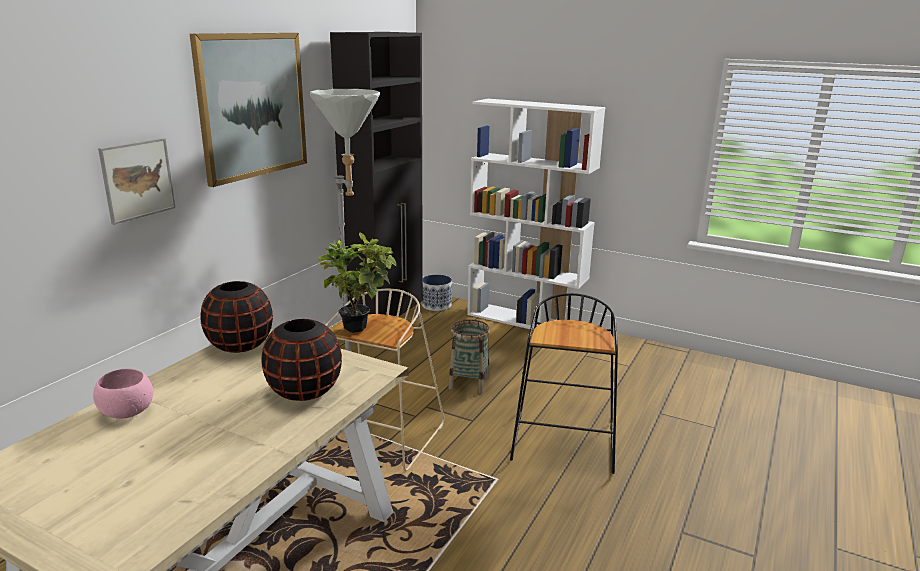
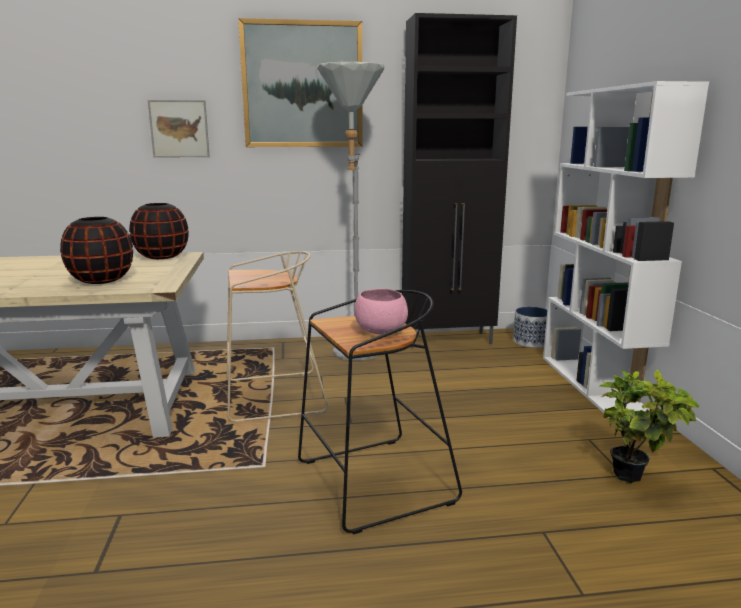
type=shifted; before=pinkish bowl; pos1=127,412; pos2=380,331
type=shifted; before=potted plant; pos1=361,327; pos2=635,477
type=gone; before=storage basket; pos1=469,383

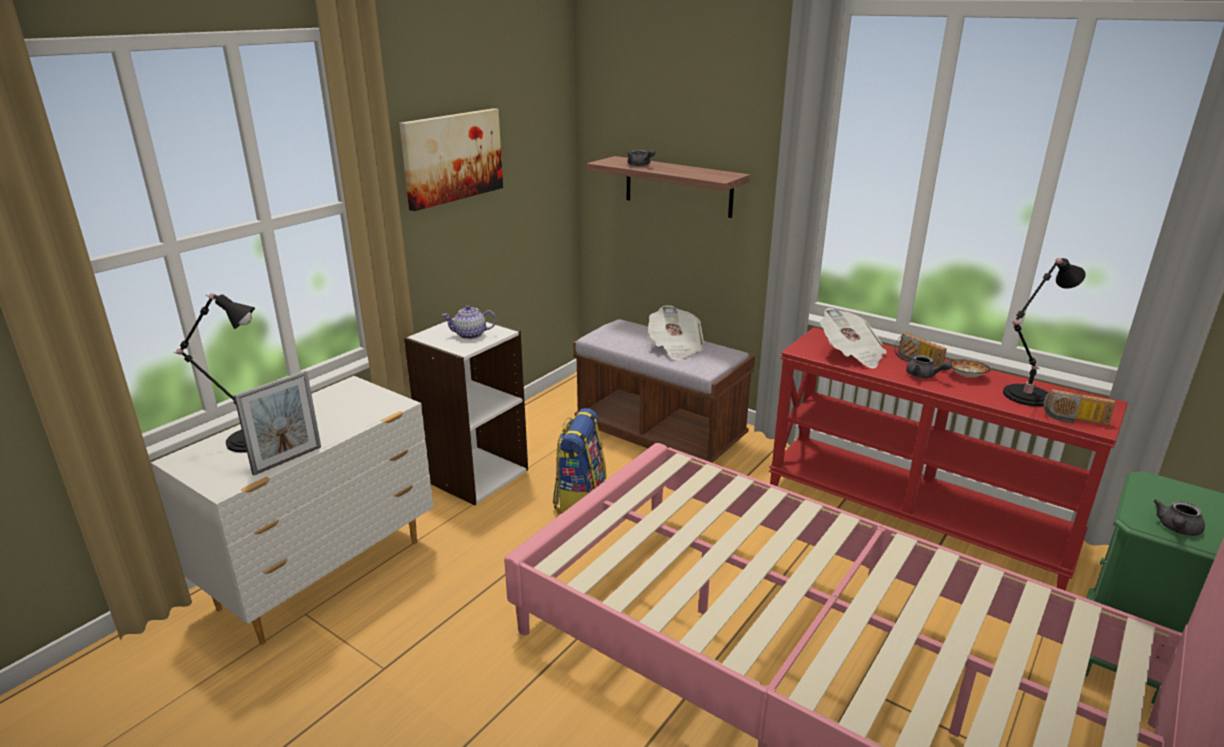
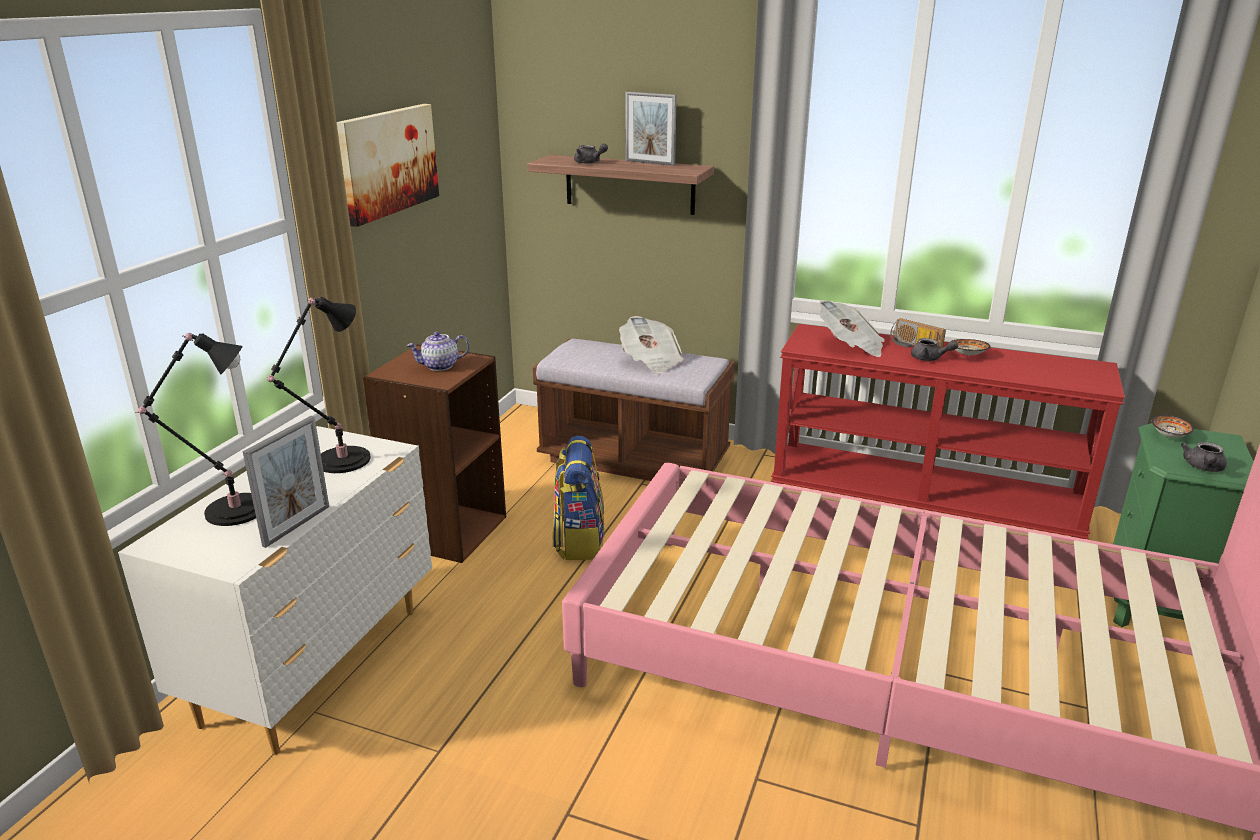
type=shifted; before=black tabletop lamp; pos1=1024,396; pos2=338,462
type=repainted; before=whitish shelving unit; after=brown-coloured shelving unit; pos1=474,474; pos2=446,530
type=new; after=standing frame; pos2=650,163
type=new; after=bowl; pos2=1168,436
type=gone; before=radio set; pos1=1074,420

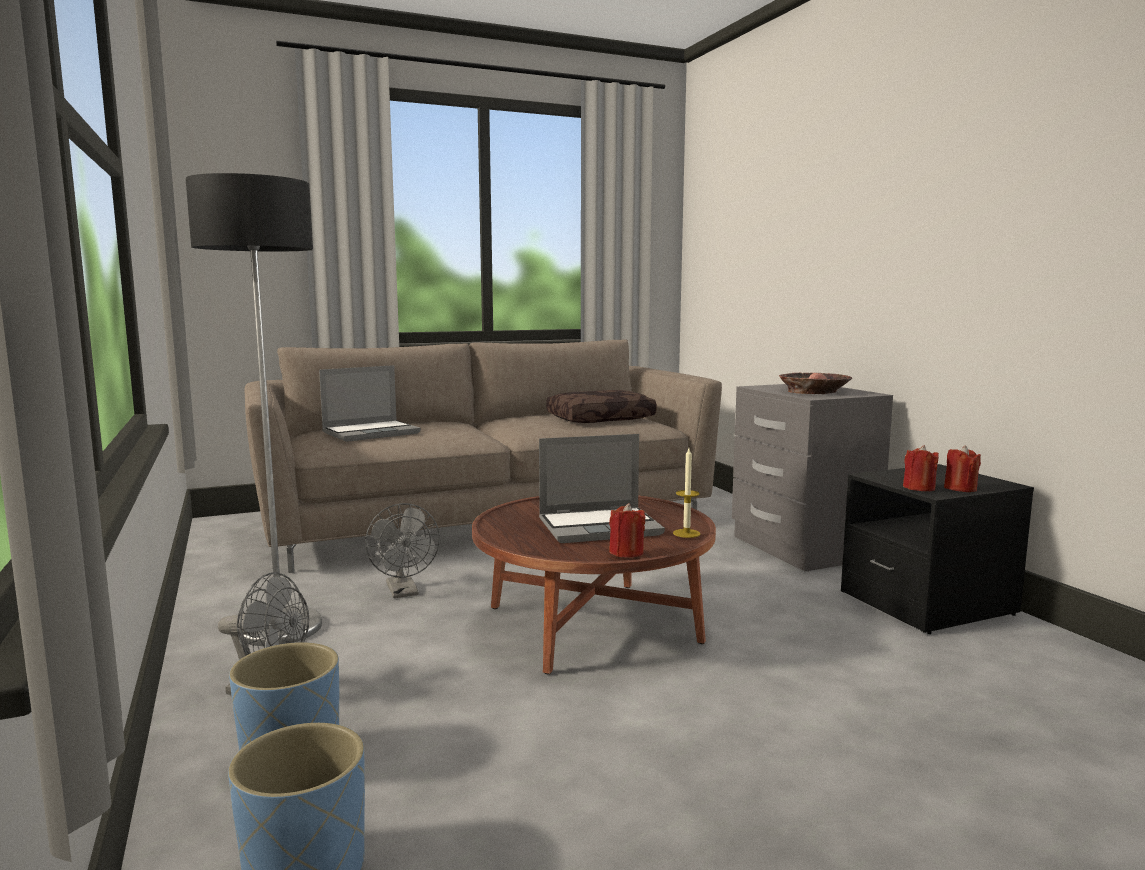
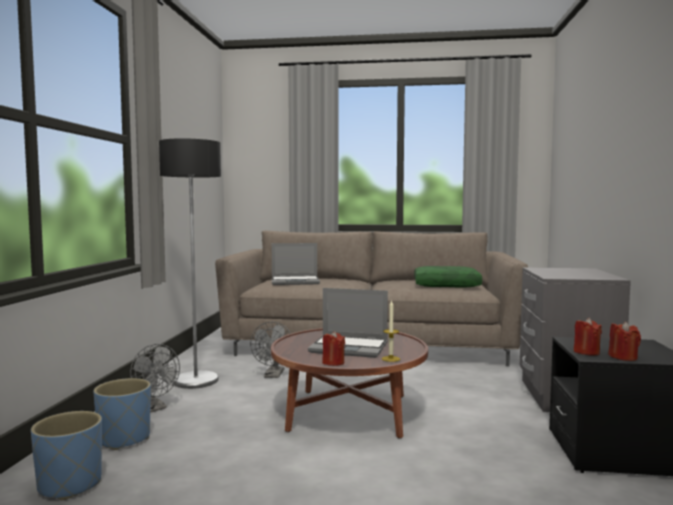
type=repainted; before=brown-coloured cushion; after=greenish cushion; pos1=600,418; pos2=446,285
type=gone; before=bowl; pos1=814,391

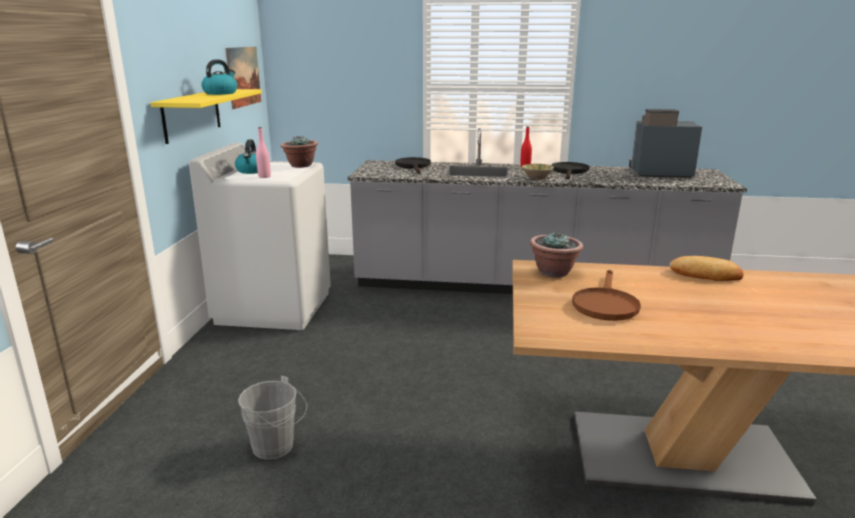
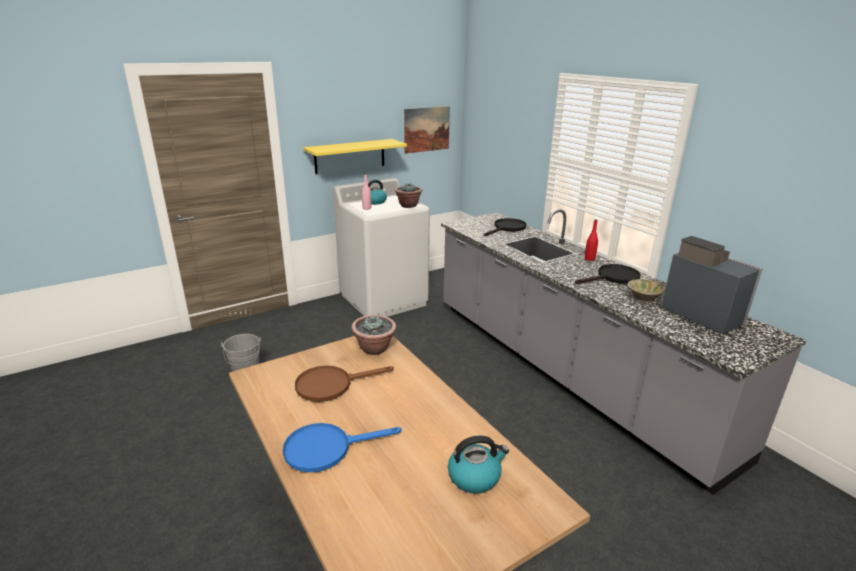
type=new; after=blue-coloured pan; pos2=327,448
type=shifted; before=kettle; pos1=220,93; pos2=475,476
type=shifted; before=beige bowl; pos1=536,177; pos2=644,297
type=gone; before=baked bread; pos1=705,274

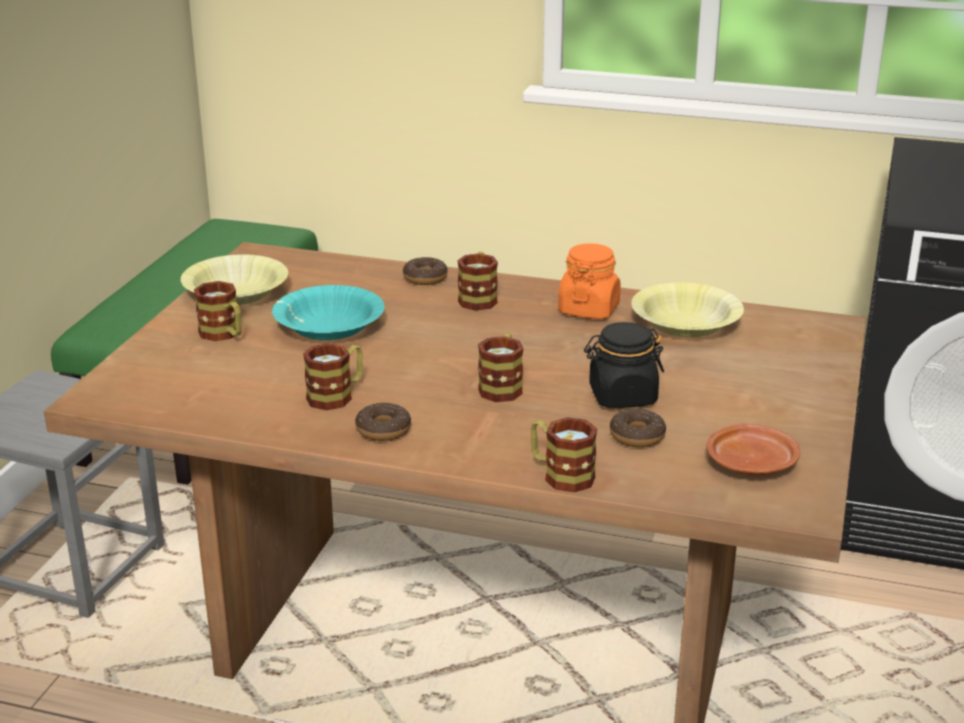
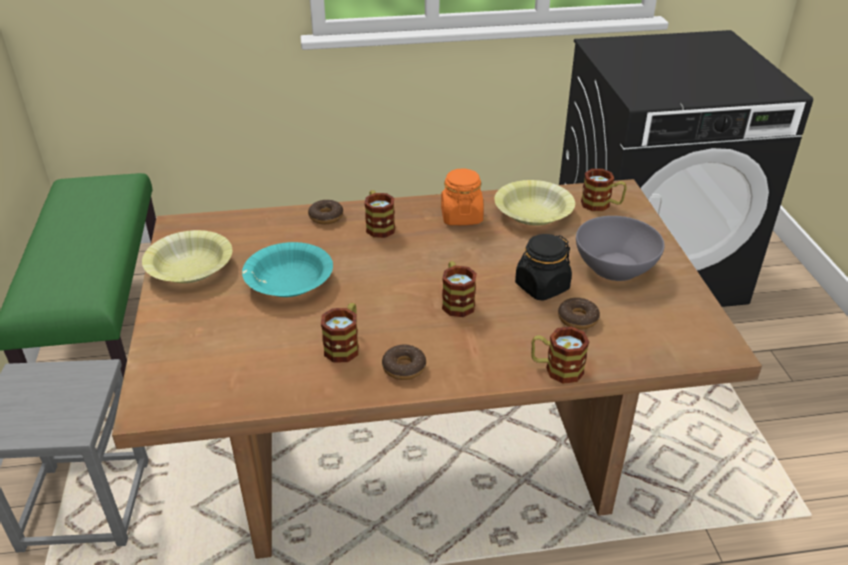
type=new; after=grey bowl; pos2=615,267
type=shifted; before=mug; pos1=224,335; pos2=601,205
type=gone; before=brown-coloured flat dish; pos1=752,463

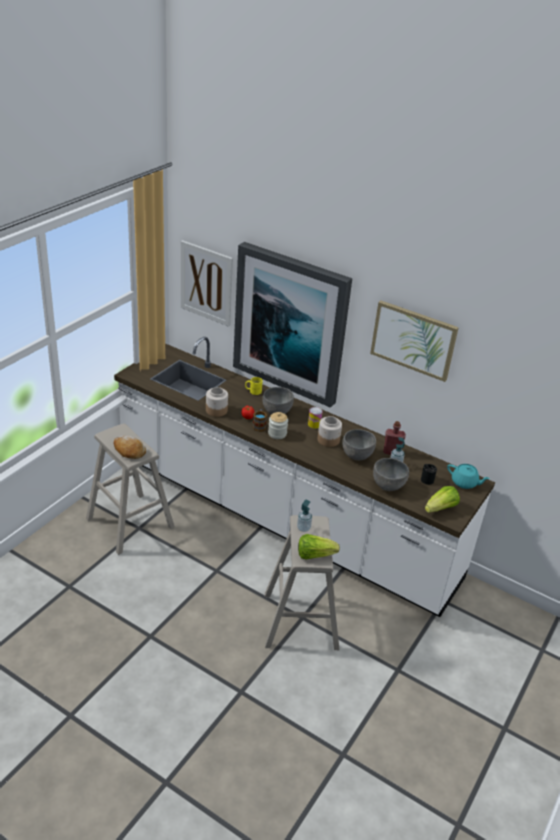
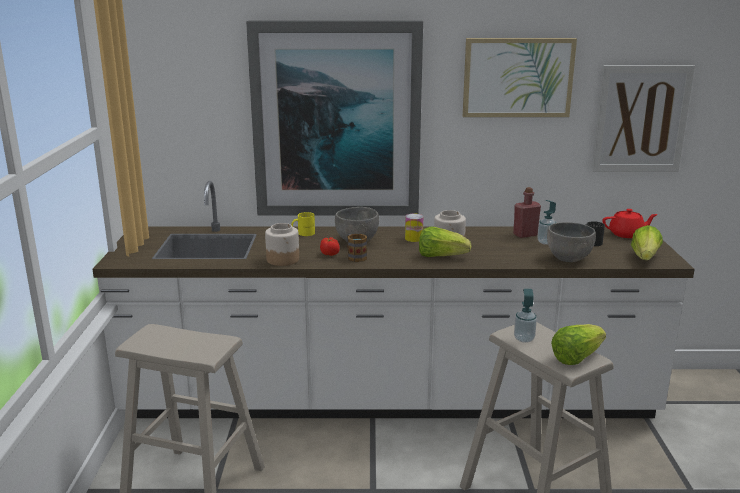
type=new; after=lettuce; pos2=441,256
type=shifted; before=wall picture; pos1=206,283; pos2=641,119
type=repainted; before=turquoise-coloured teapot; after=red teapot; pos1=464,483; pos2=627,234
type=gone; before=baked bread; pos1=129,451
type=gone; before=jar; pos1=277,434
type=gone; before=grey bowl; pos1=357,456

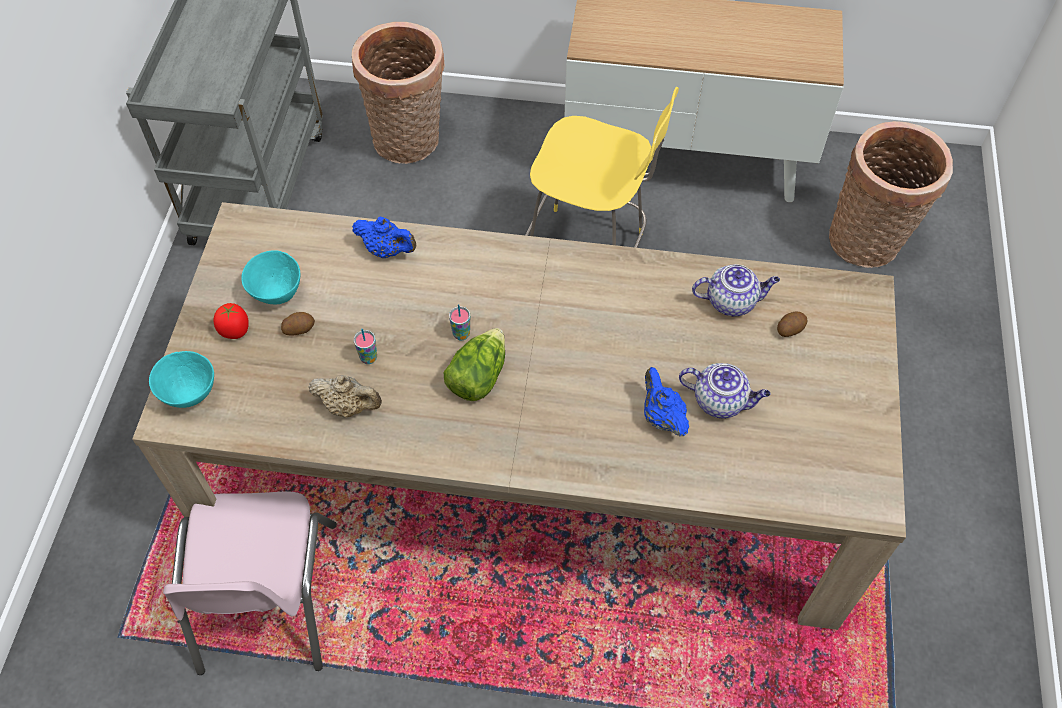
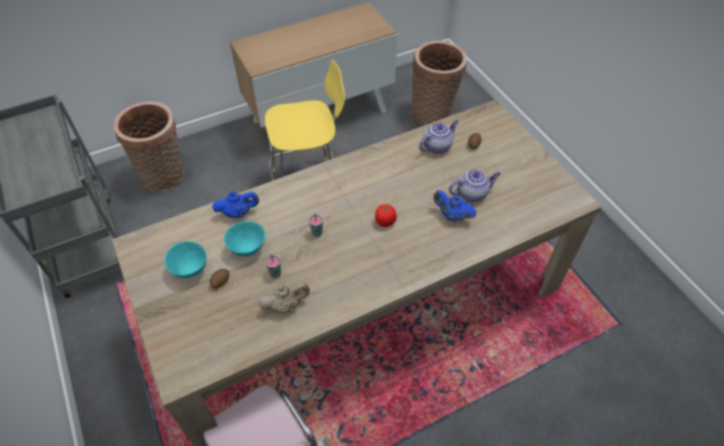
type=shifted; before=turquoise-coloured bowl; pos1=189,395; pos2=248,250
type=shifted; before=whole tomato; pos1=235,330; pos2=385,222
type=gone; before=lettuce; pos1=477,376

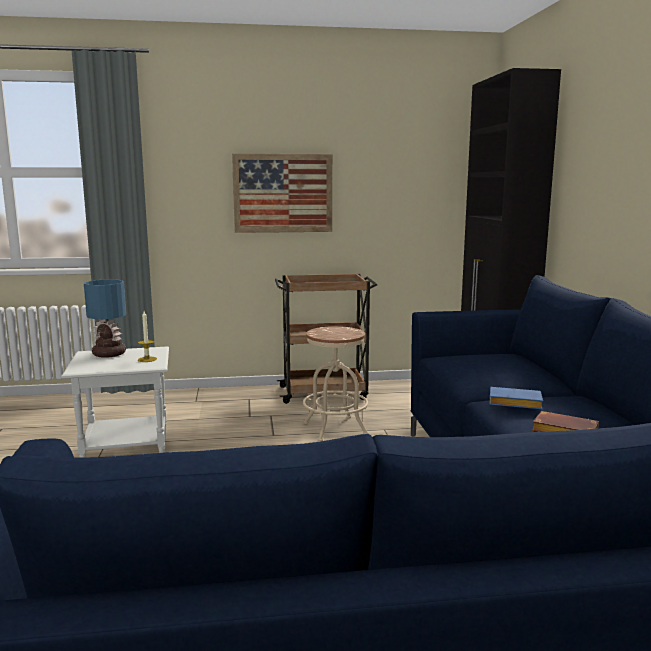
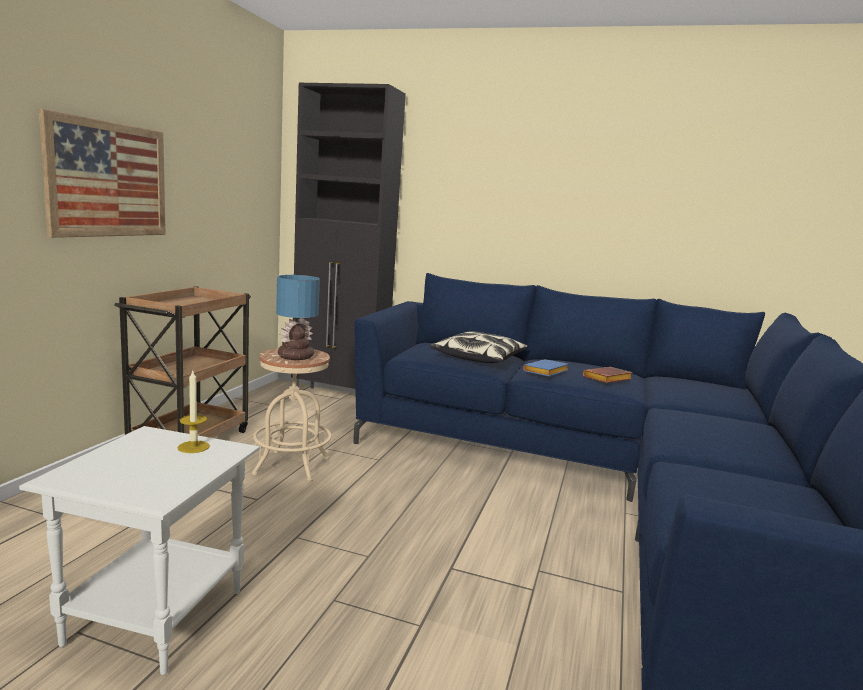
type=shifted; before=tabletop lamp; pos1=110,354; pos2=296,356
type=new; after=cushion; pos2=479,358

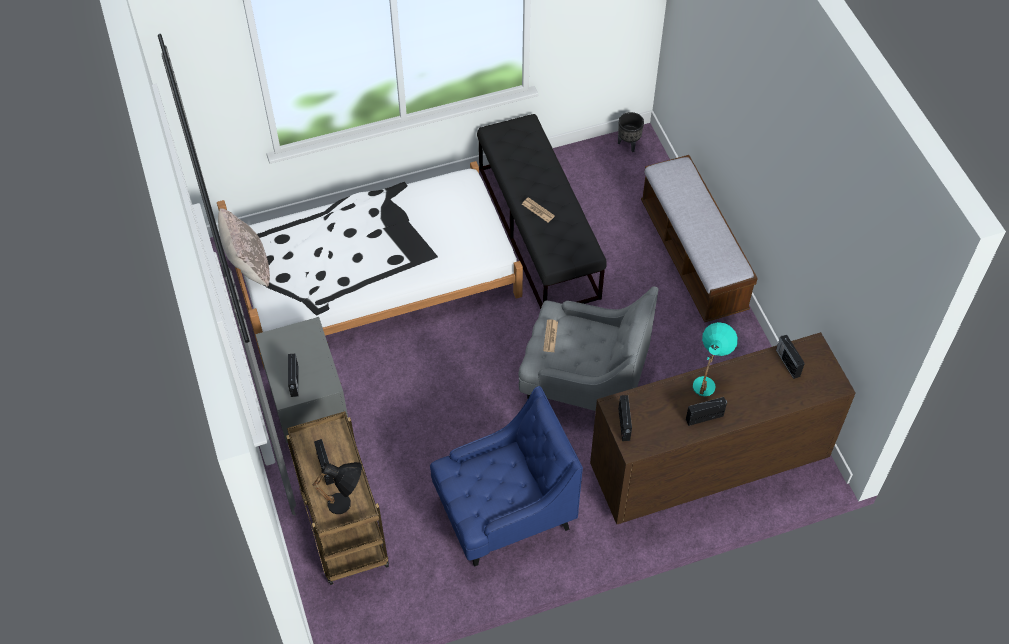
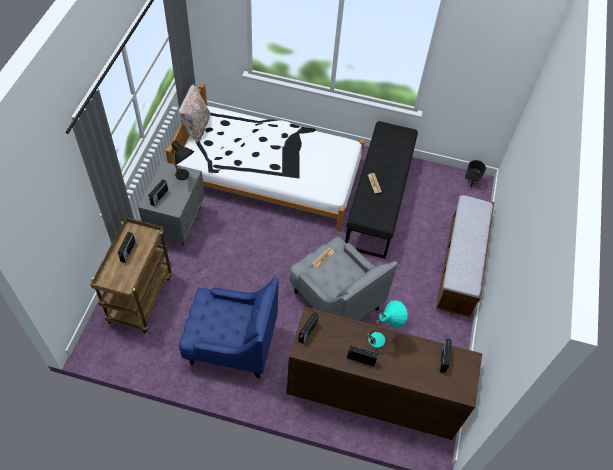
type=shifted; before=black tabletop lamp; pos1=347,506; pos2=185,178

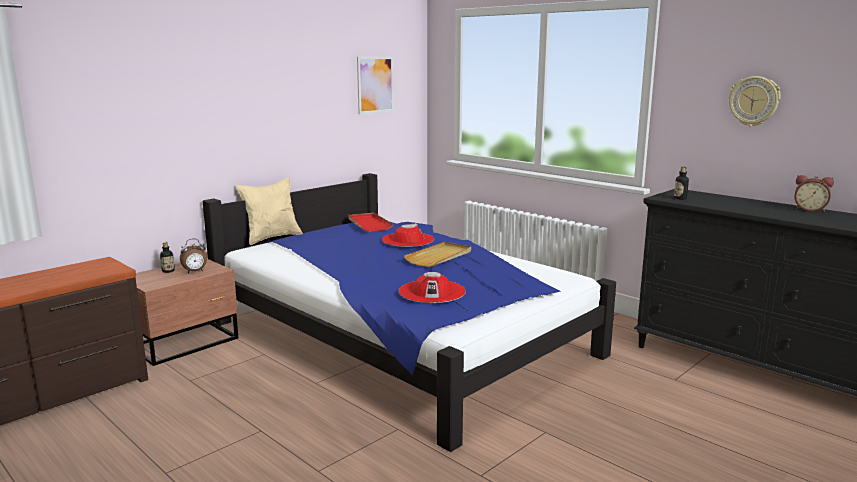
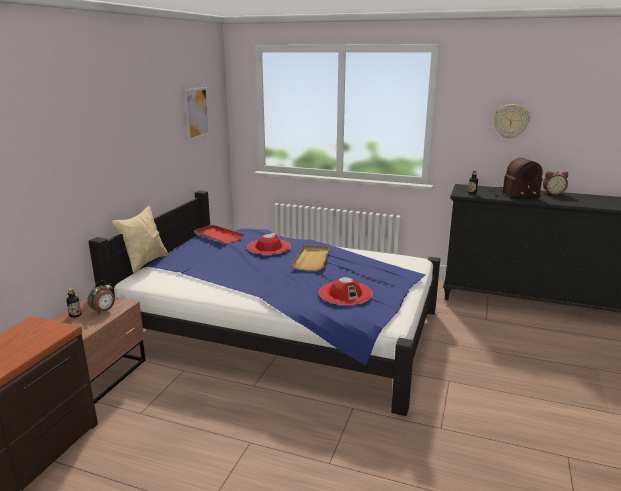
type=new; after=radio set; pos2=511,194

